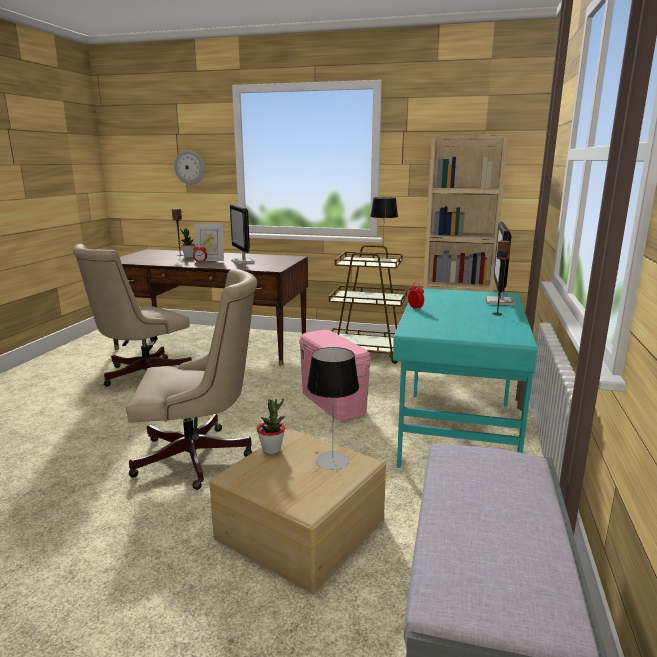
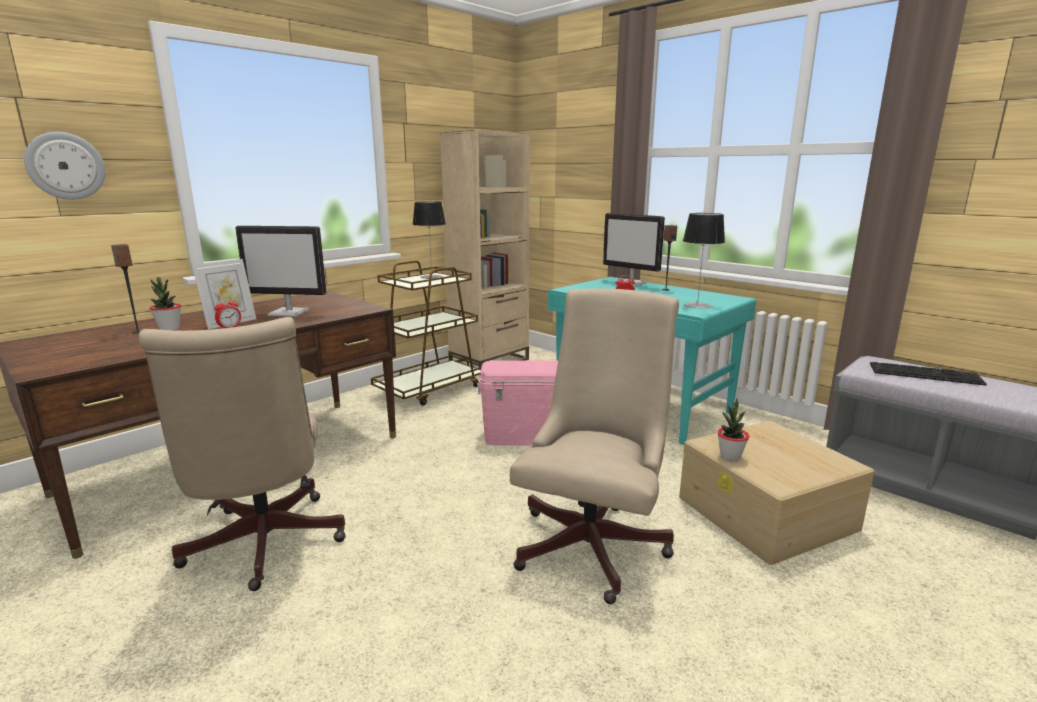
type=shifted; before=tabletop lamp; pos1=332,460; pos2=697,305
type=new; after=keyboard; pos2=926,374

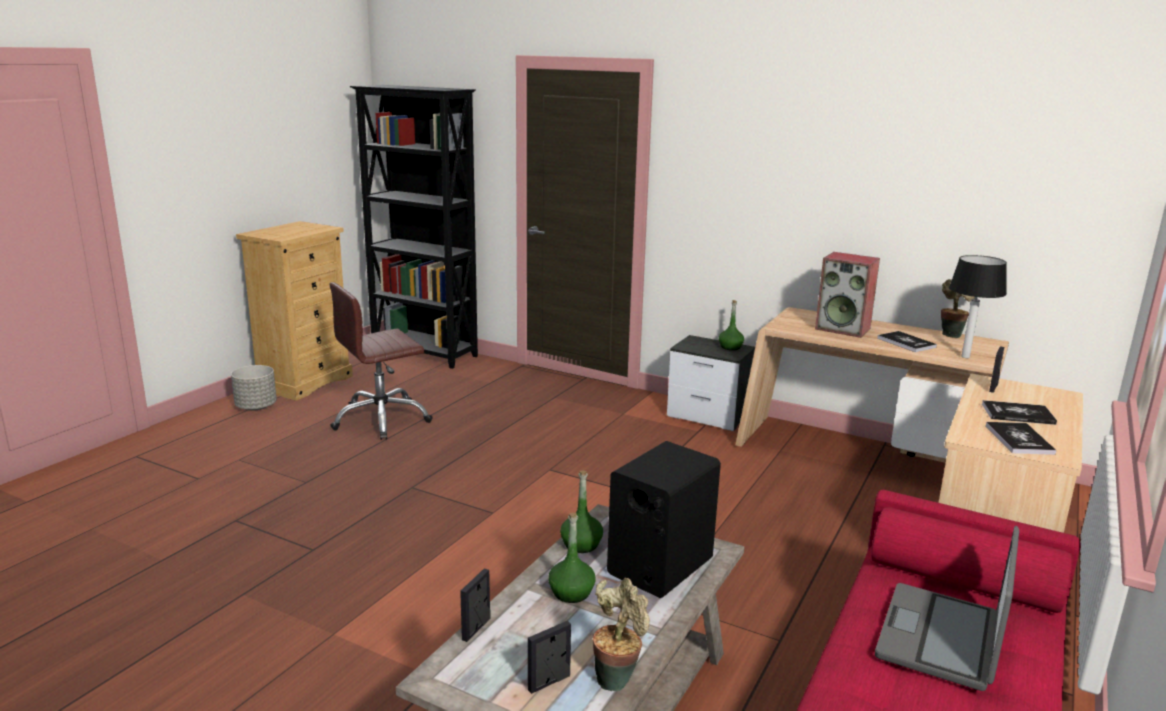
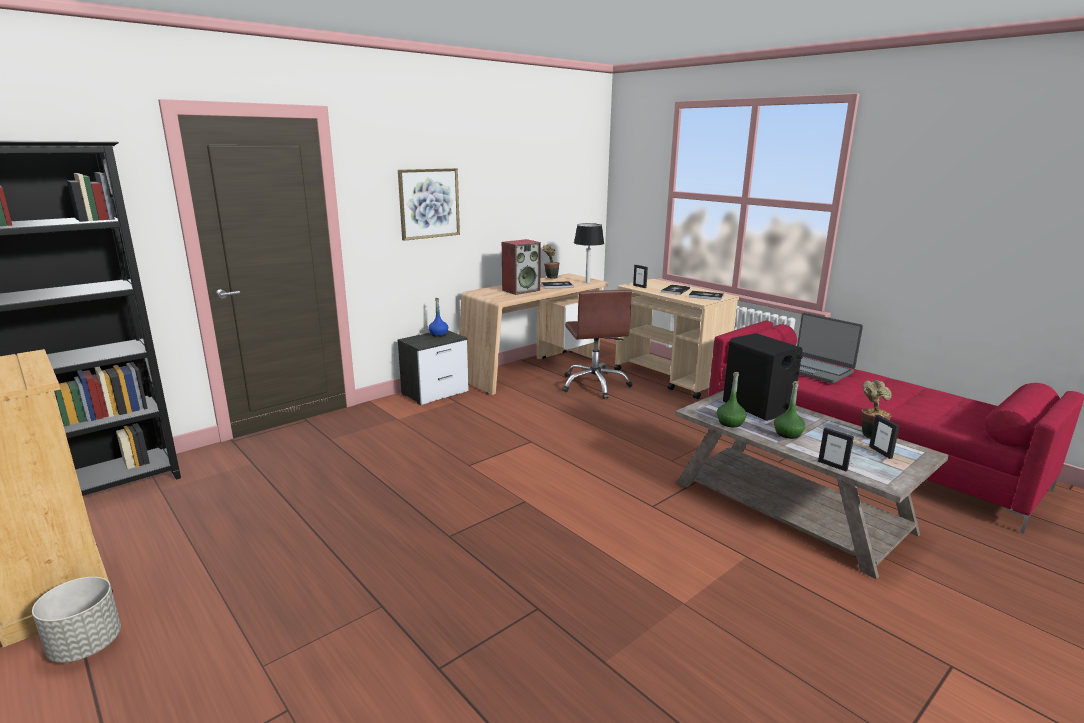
type=new; after=wall picture; pos2=429,203
type=repainted; before=greenish drink bottle; after=blue-coloured drink bottle; pos1=730,347; pos2=438,334
type=shifted; before=brown-coloured desk chair; pos1=381,419; pos2=595,385

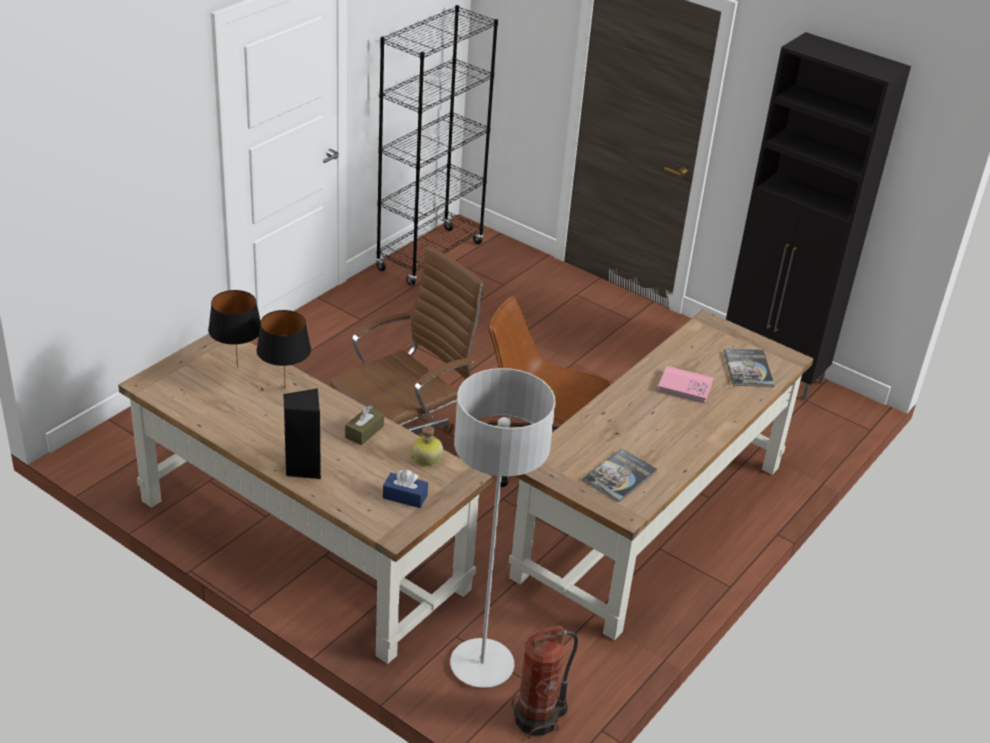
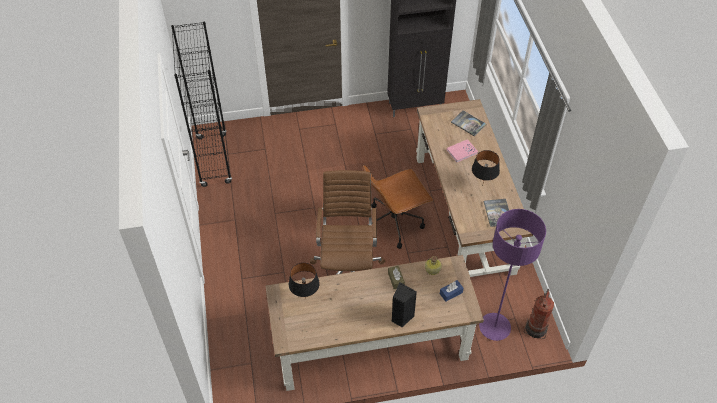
type=shifted; before=black tabletop lamp; pos1=284,388; pos2=482,186
type=repainted; before=grey standing lamp; after=purple-coloured standing lamp; pos1=482,665; pos2=494,327

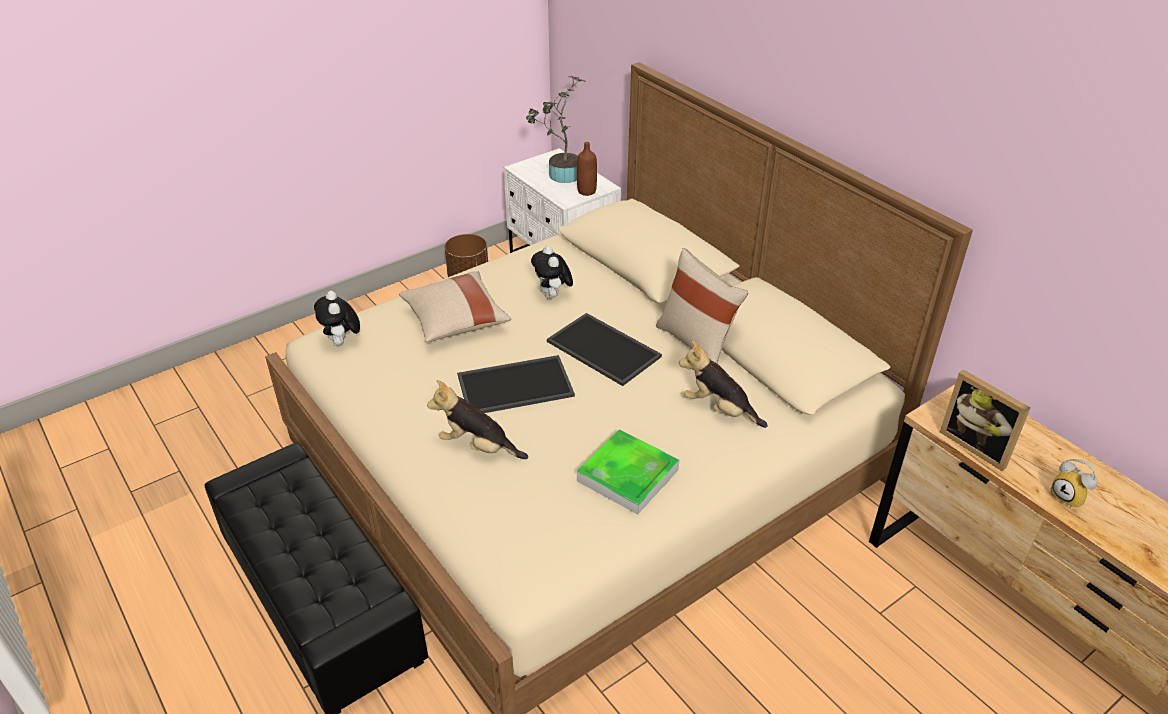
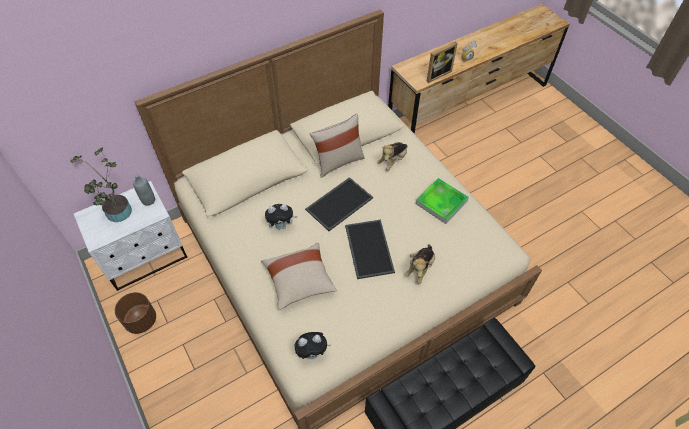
type=repainted; before=brown-coloured drink bottle; after=grey drink bottle; pos1=586,191; pos2=148,200

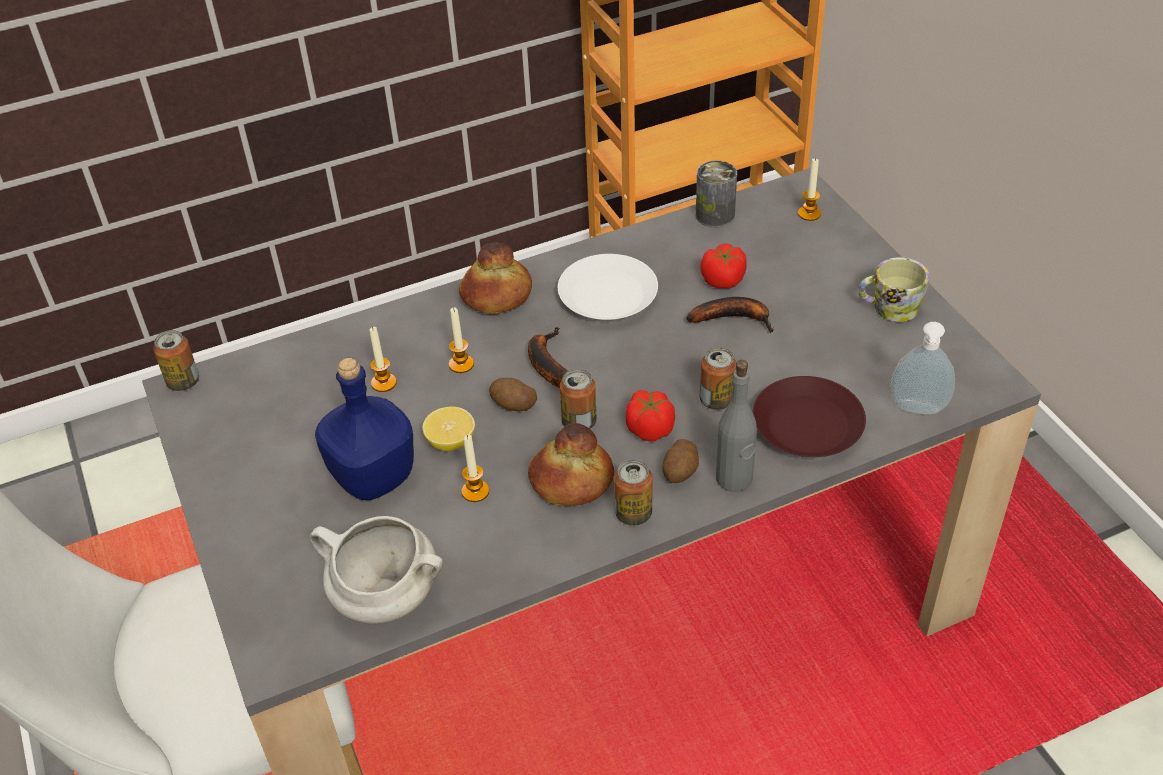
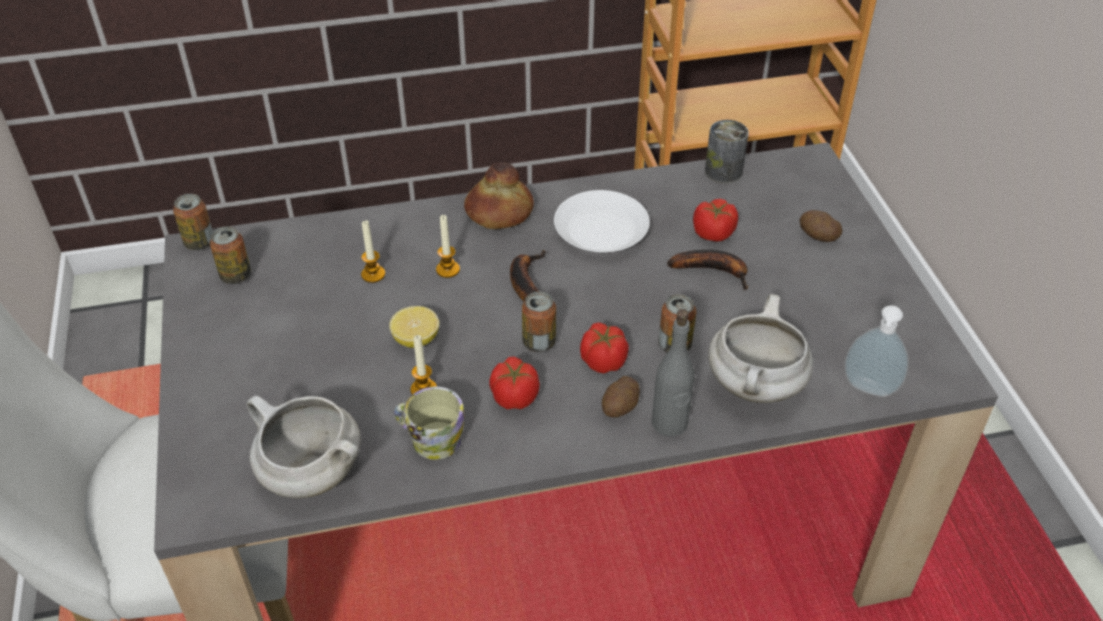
type=shifted; before=metal can; pos1=633,514; pos2=236,276
type=shifted; before=mug; pos1=889,307; pos2=430,438
type=swapped; before=baked bread; after=whole tomato; pos1=571,481; pos2=514,396
type=swapped; before=brown-coloured flat dish; after=whitish saucepot; pos1=808,426; pos2=756,386
type=shifted; before=potato; pos1=513,405; pos2=817,236
type=gone; before=blue-coloured drink bottle; pos1=372,476
type=gone; before=candle; pos1=809,214

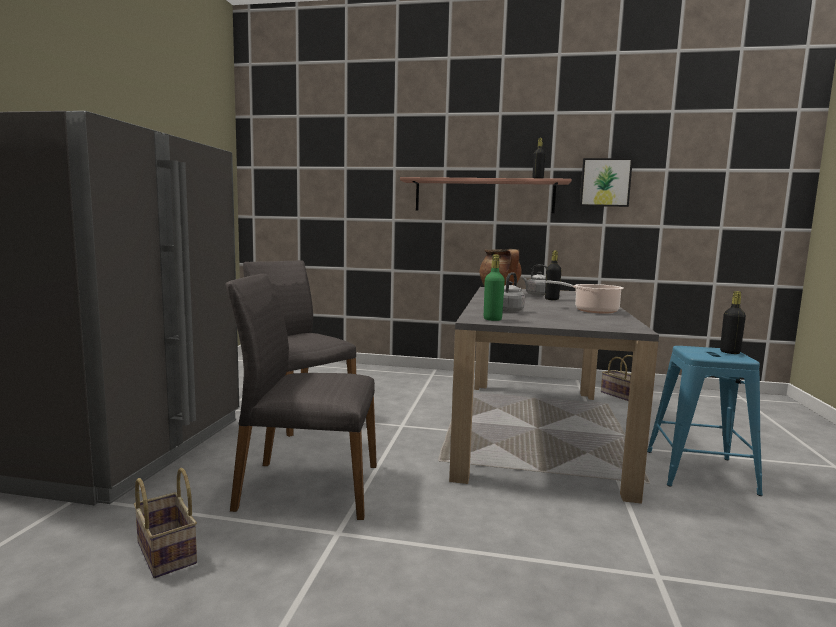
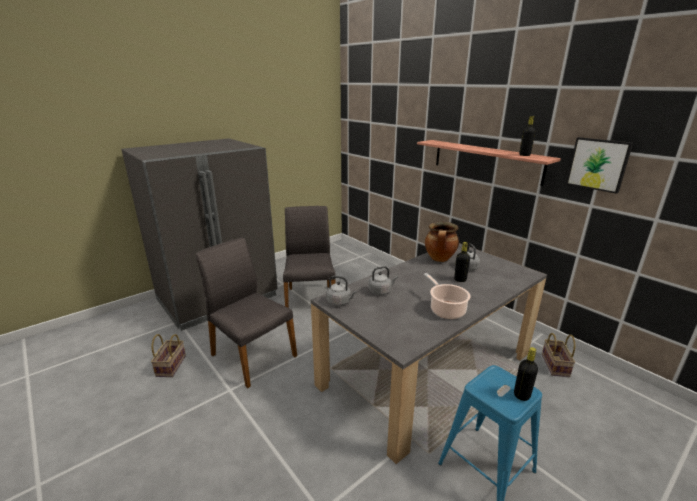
type=swapped; before=greenish drink bottle; after=grey kettle; pos1=492,319; pos2=340,302

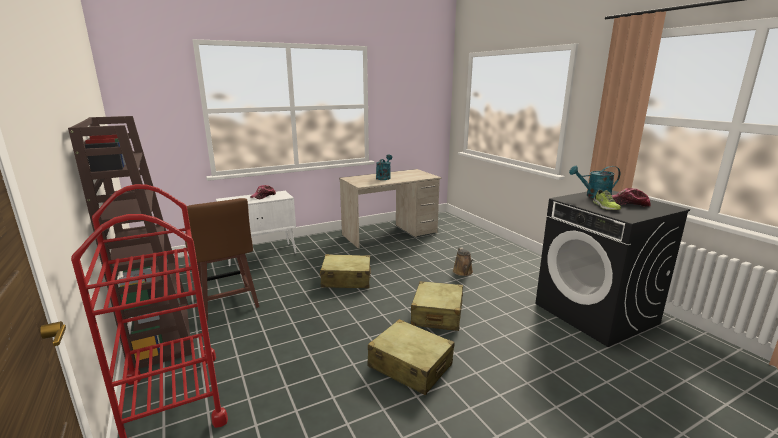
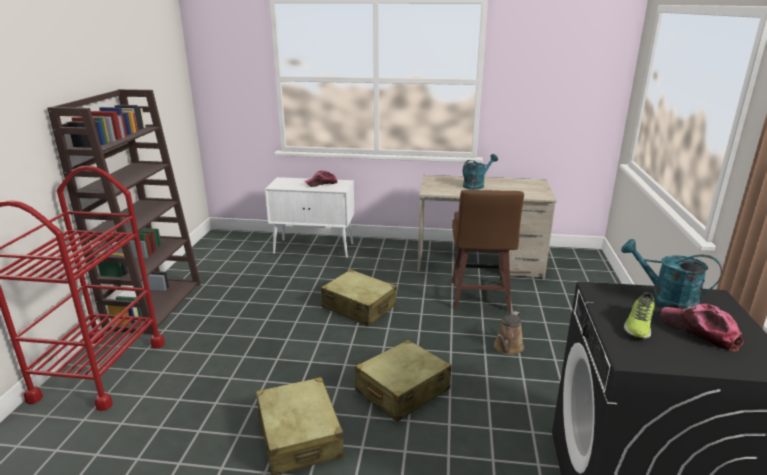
type=shifted; before=brown-coloured sitting stool; pos1=227,304; pos2=479,297

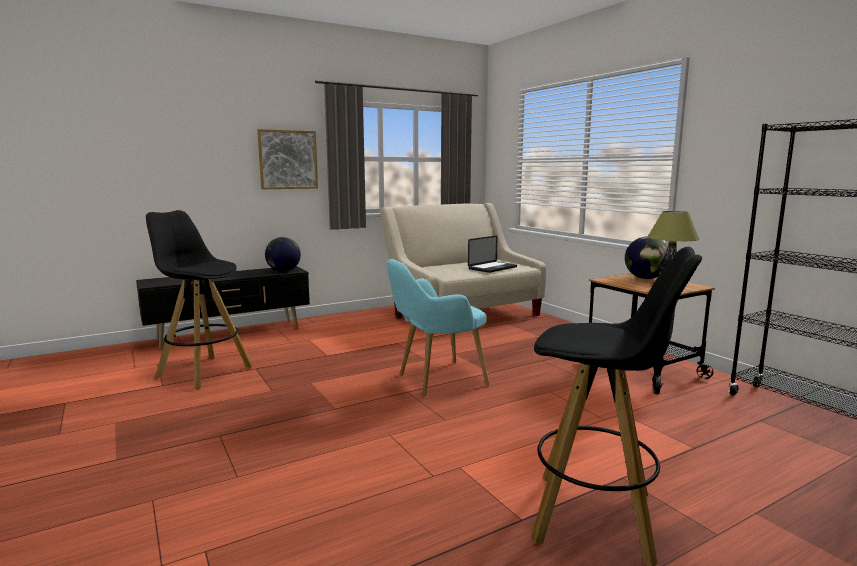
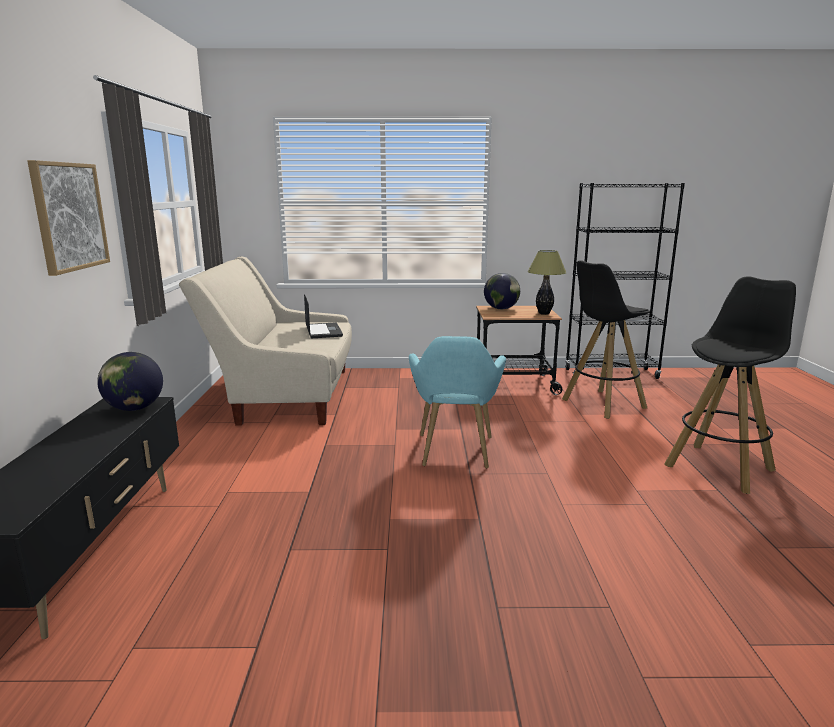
type=shifted; before=black sitting stool; pos1=204,372; pos2=602,404

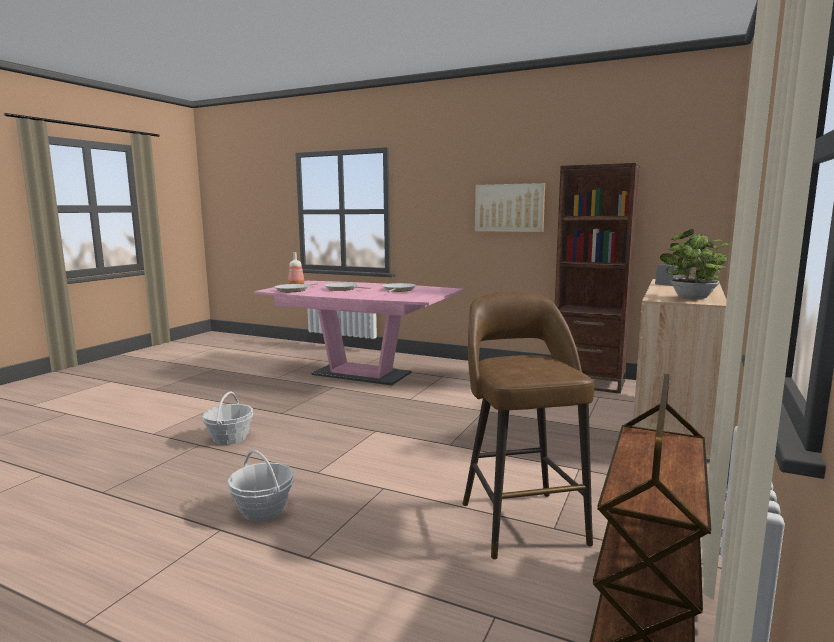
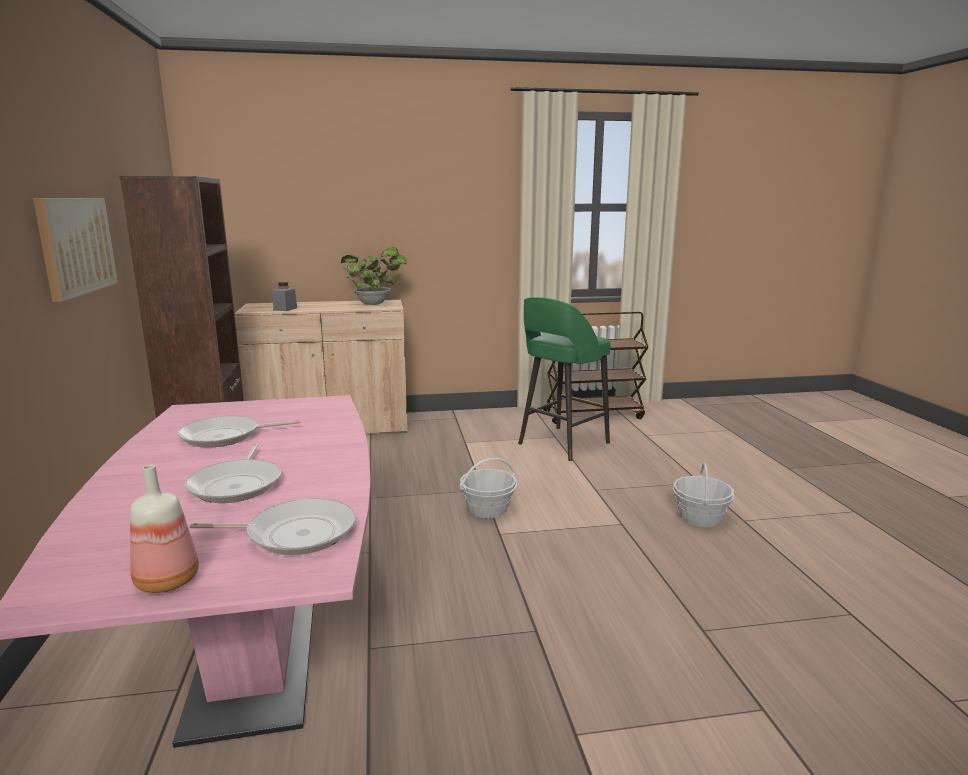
type=shifted; before=storage basket; pos1=230,438; pos2=488,509
type=repainted; before=brown-coloured sitting stool; after=greenish sitting stool; pos1=521,521; pos2=561,444

